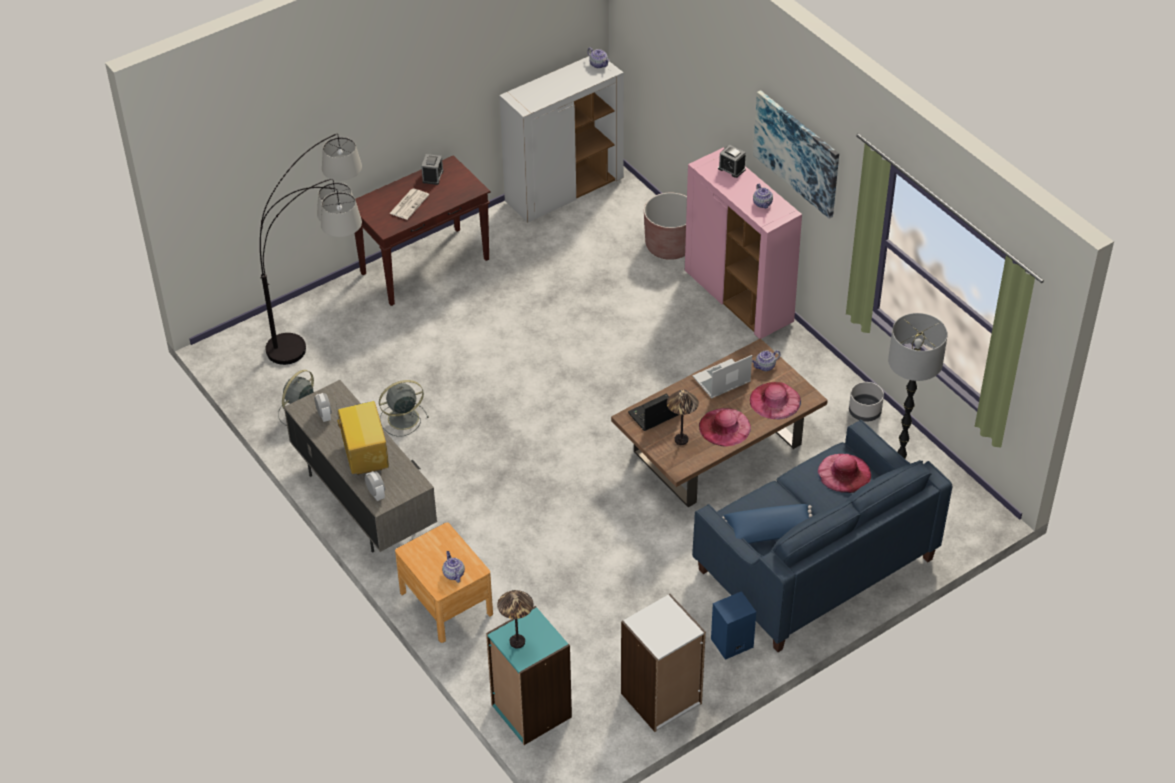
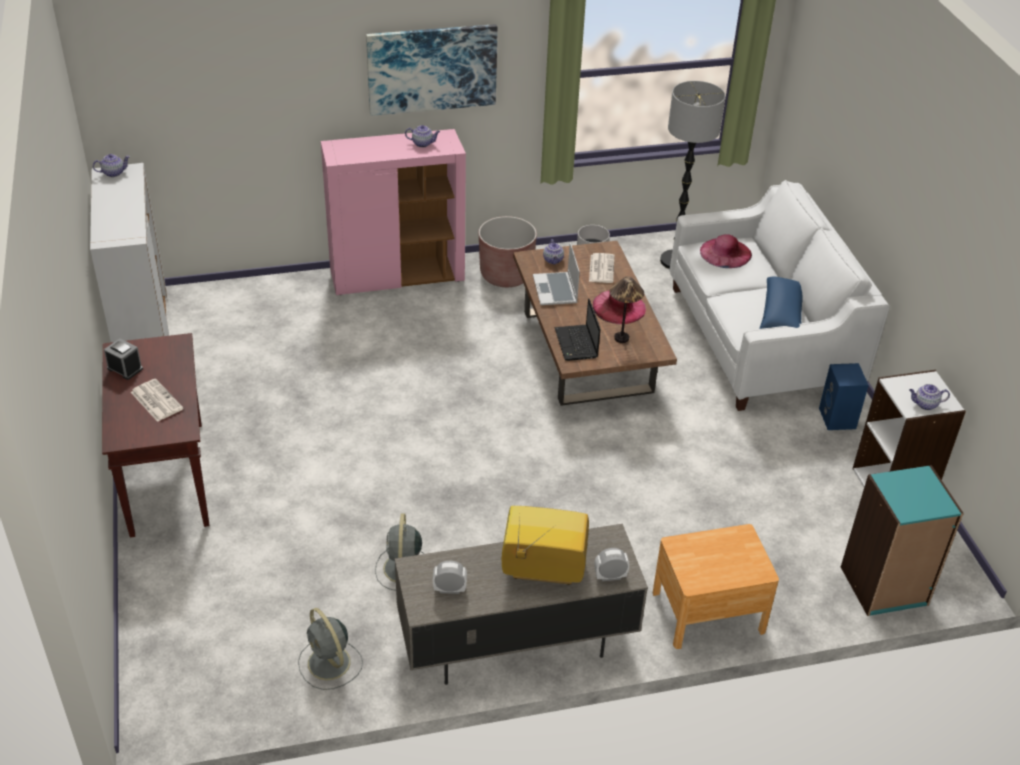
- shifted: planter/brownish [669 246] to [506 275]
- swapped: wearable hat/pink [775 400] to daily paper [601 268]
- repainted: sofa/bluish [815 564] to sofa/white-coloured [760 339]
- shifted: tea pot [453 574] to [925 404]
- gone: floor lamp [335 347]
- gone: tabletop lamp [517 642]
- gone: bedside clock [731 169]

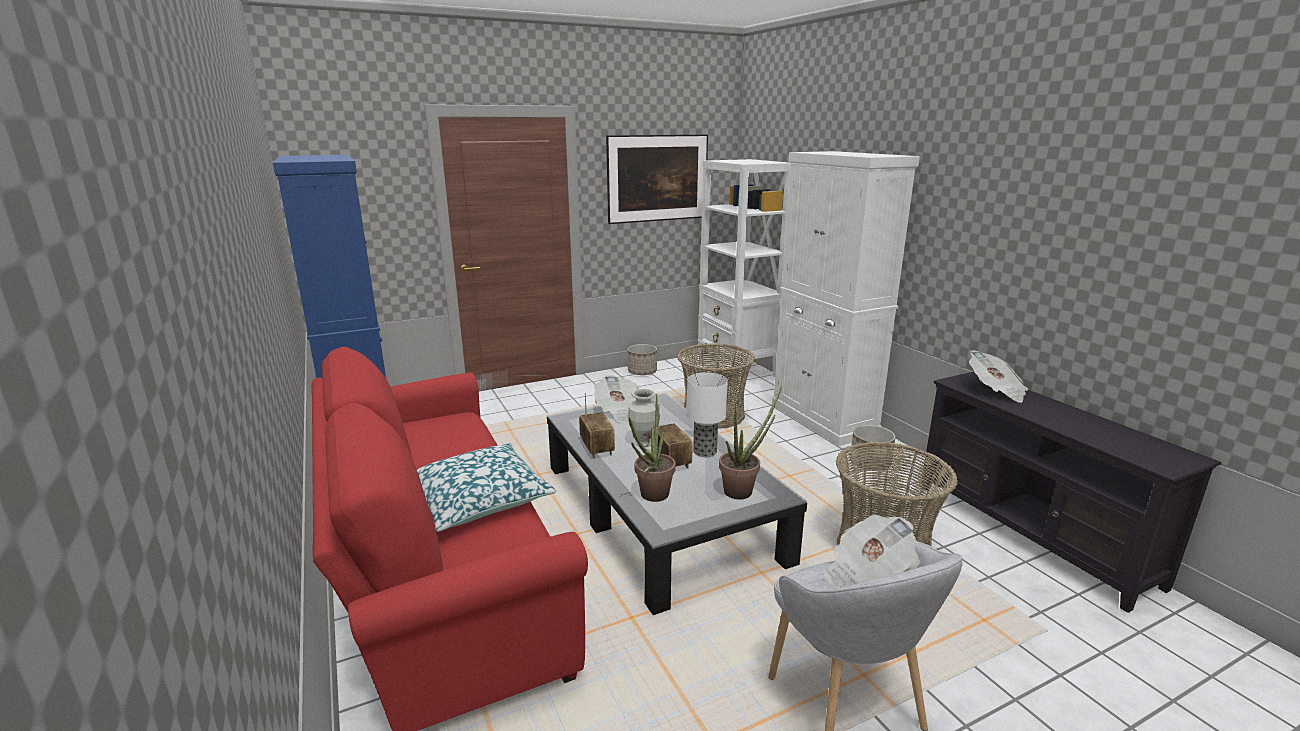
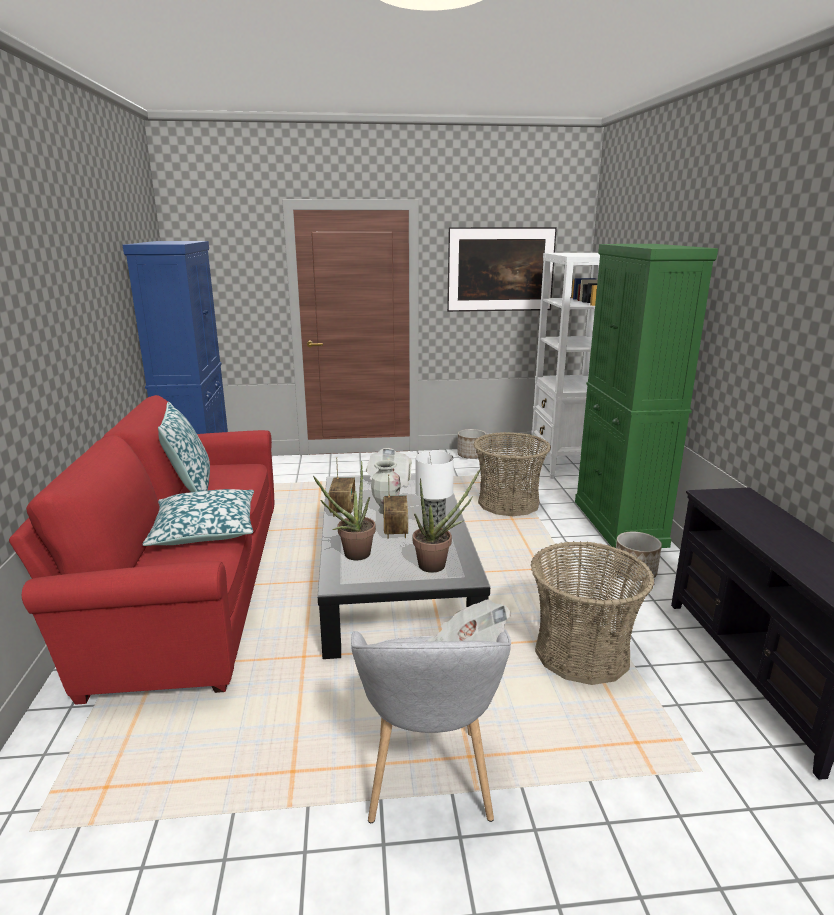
- new: pillow [191 488]
- repainted: cupboard/white-coloured [823 419] to cupboard/green-coloured [619 523]
- gone: daily paper [995 391]

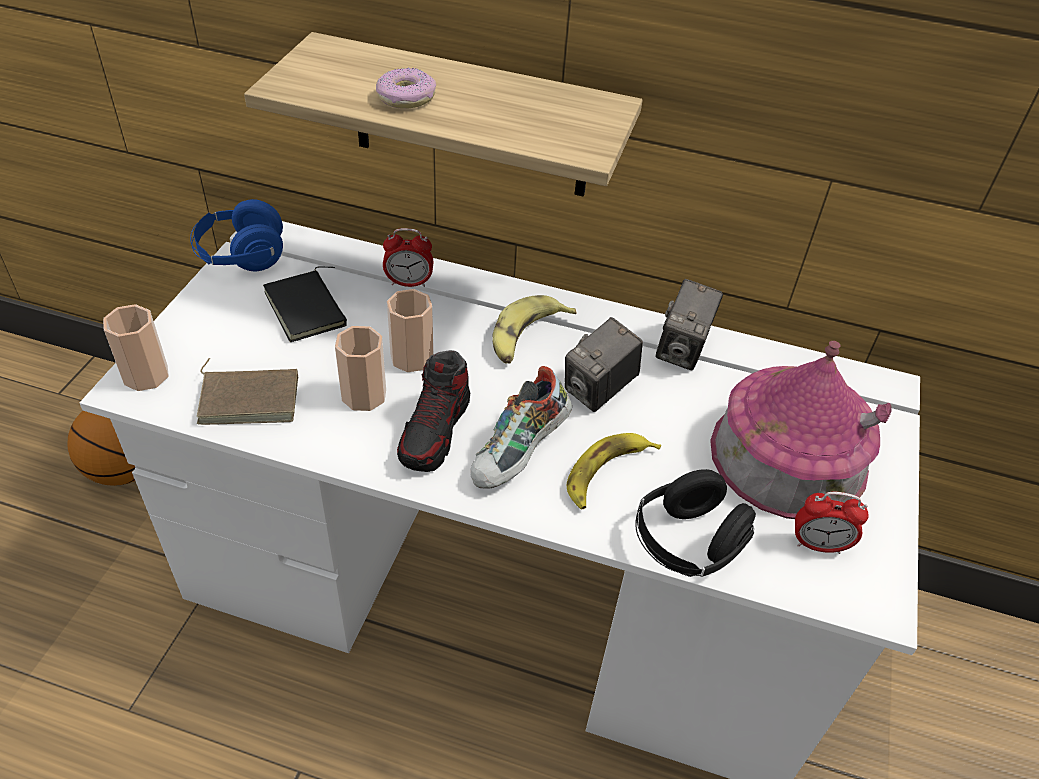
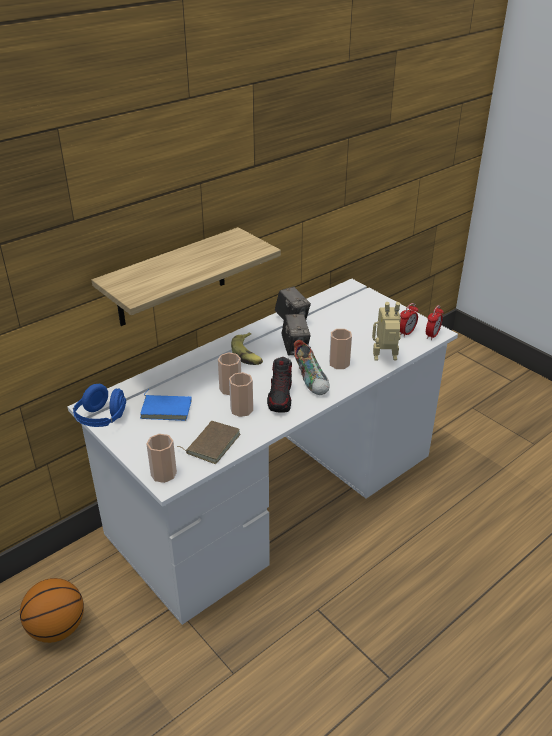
- repainted: book/blackish [308 309] to book/bluish [167 408]
- rotated: shoe [435 431] = [280 397] 45 degrees clockwise
- swapped: whole banana [606 473] to cup [339 363]
- swapped: pair of headphones/blackish [687 543] to toy robot [385 359]
- shifted: bedside clock [409 283] to [432 335]
- gone: donut [405 97]
- gone: miniature house [788 456]

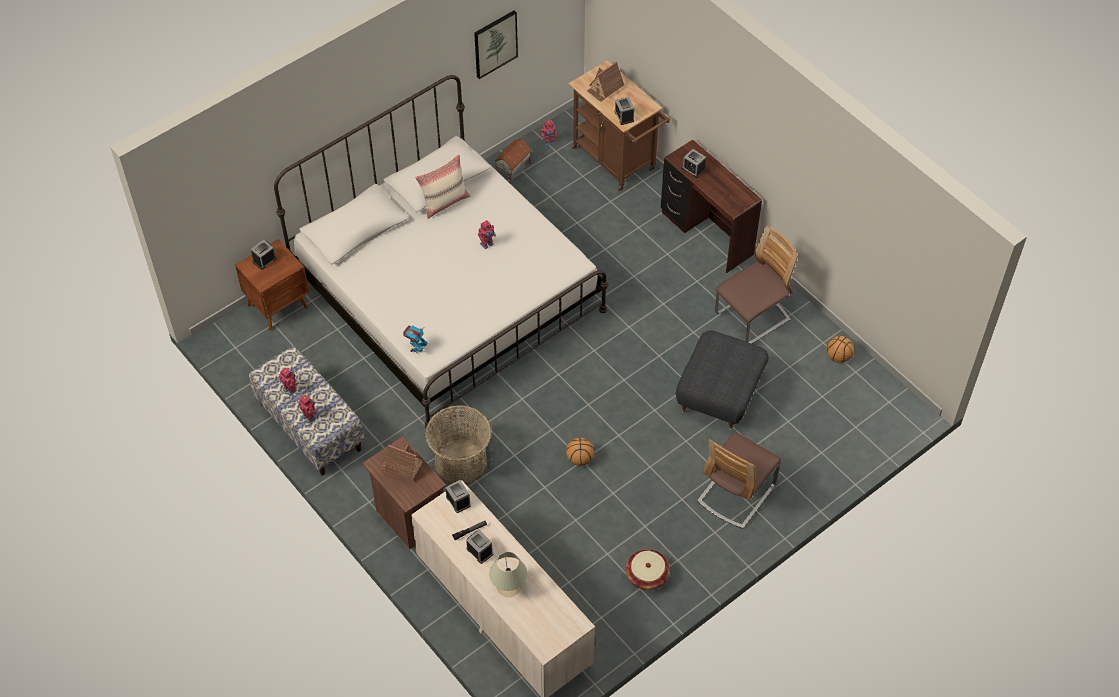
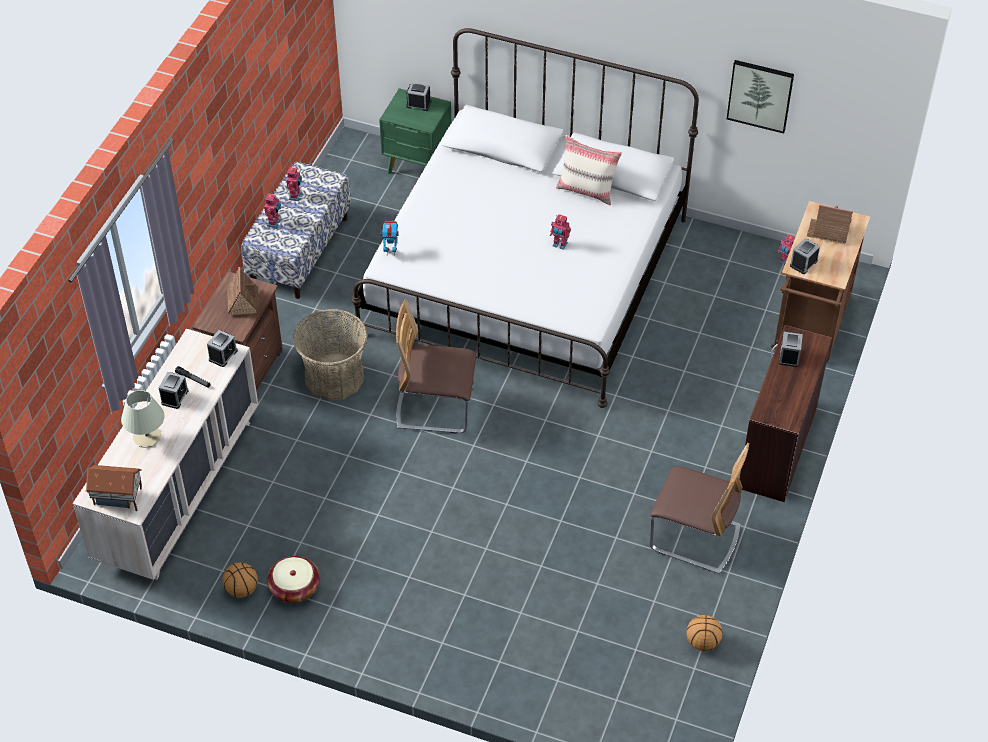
- shifted: miniature house [514 168] to [118 498]
- shifted: ball for basketball [579 459] to [241 589]
- repainted: bedside table/brownish [279 306] to bedside table/green-coloured [419 166]
- shifted: upright chair [736 493] to [435 408]
- gone: pouffe/grey [720 395]

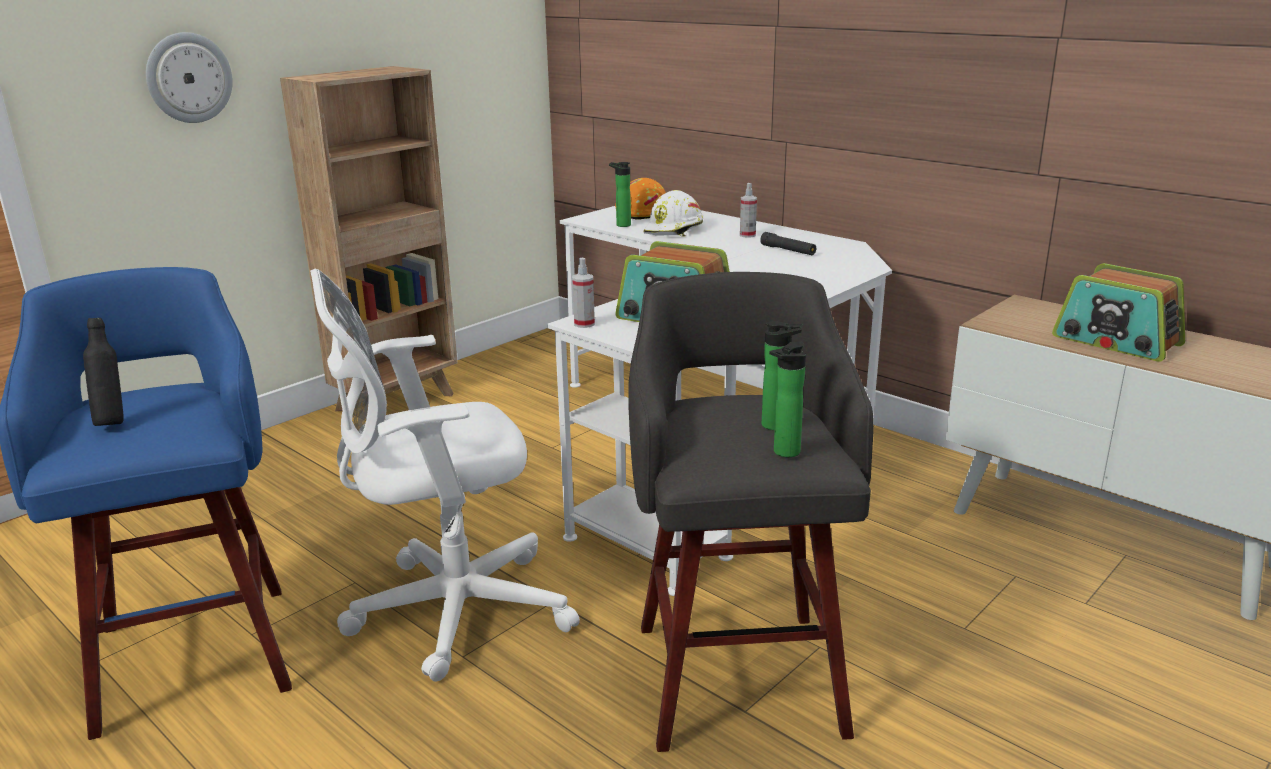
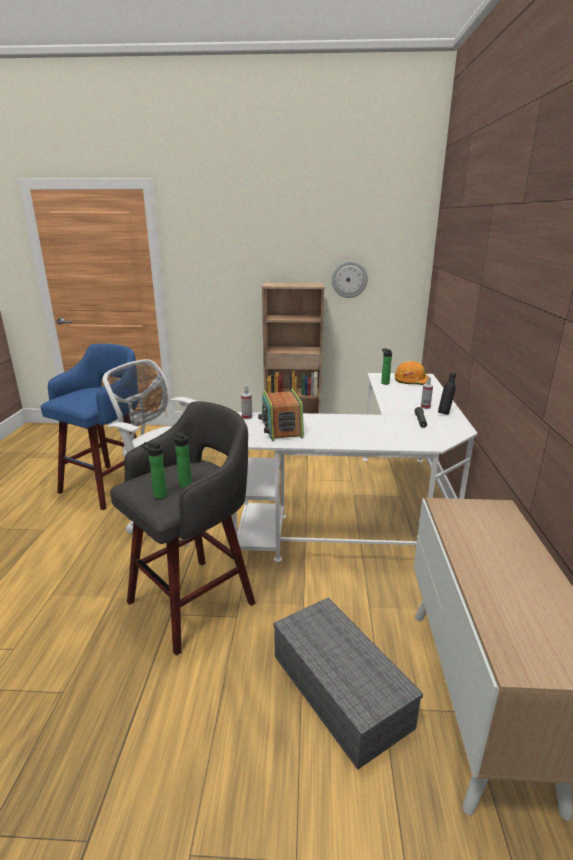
- new: storage bin/grey [337 689]
- shifted: hanging clock [188 78] to [349 279]
- shifted: bottle/blackish [113 422] to [445 413]
- gone: safety helmet/white-coloured [674 230]
- gone: radio receiver [1116 341]

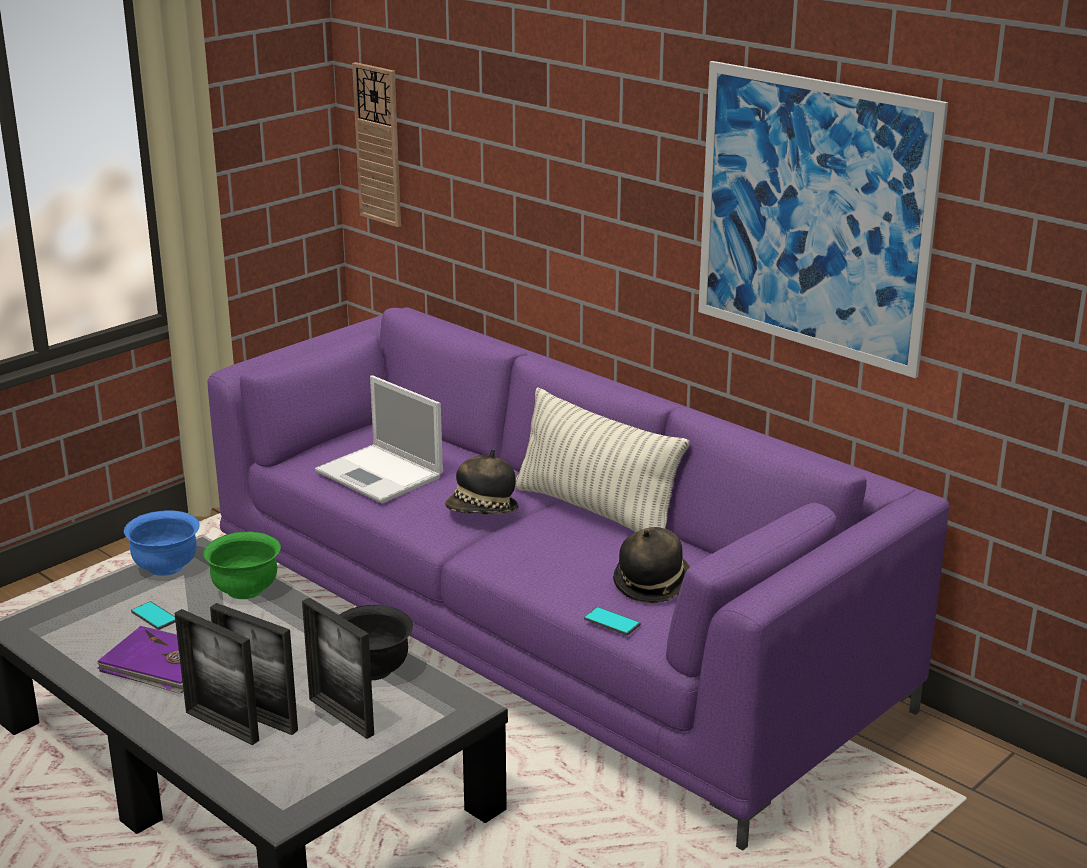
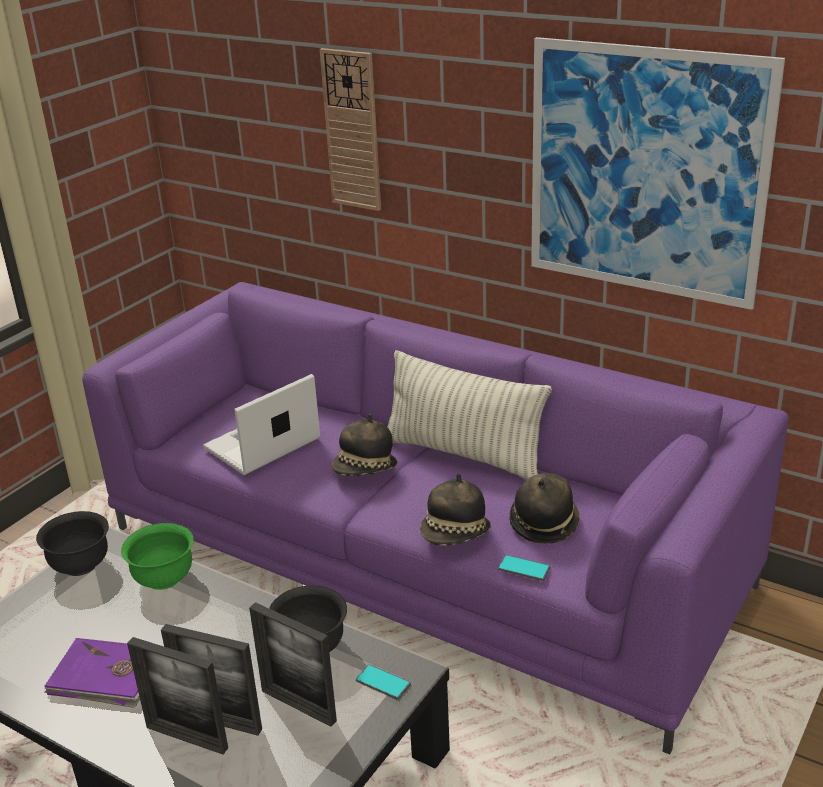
- repainted: bowl/bluish [166 567] to bowl/blackish [80 566]
- rotated: notebook computer [381 475] = [261 445] 105 degrees clockwise
- shifted: hanging clock [378 144] to [352 130]
- shifted: phone [154 616] to [383 682]
- new: wearable hat [455 535]

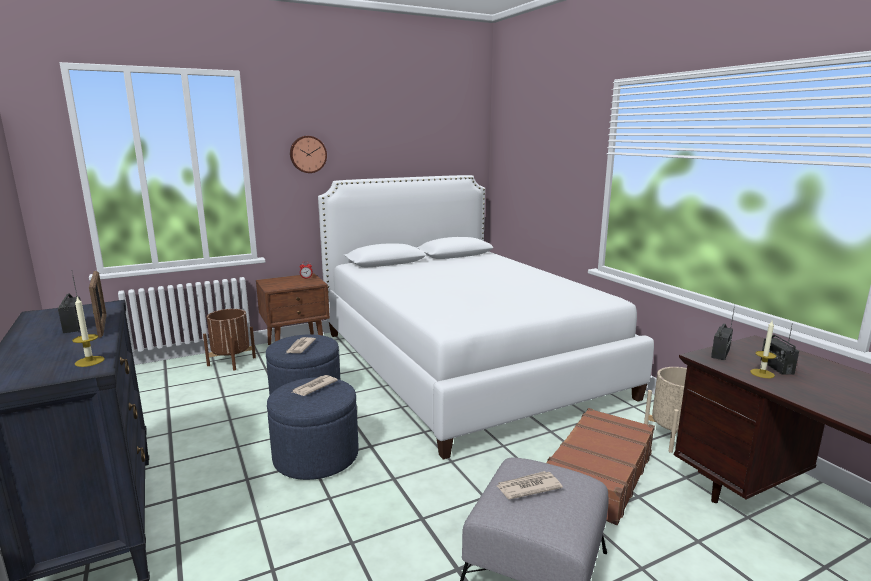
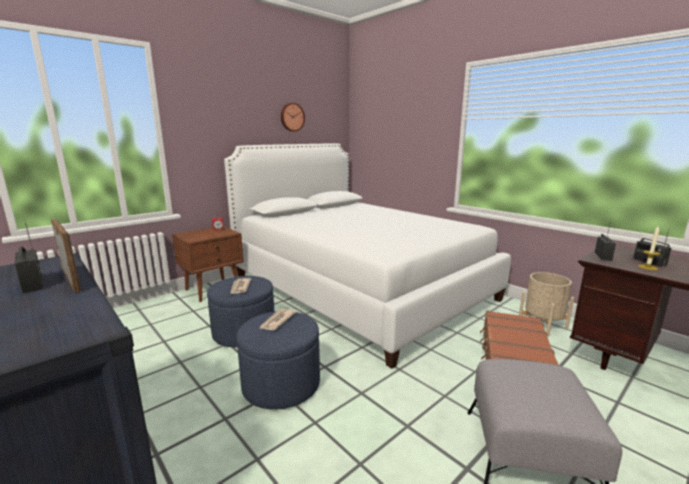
- shifted: hanging clock [308 154] to [292 117]
- gone: wax light [89 361]
- gone: planter/brownish [231 361]
- gone: daily paper [528 487]

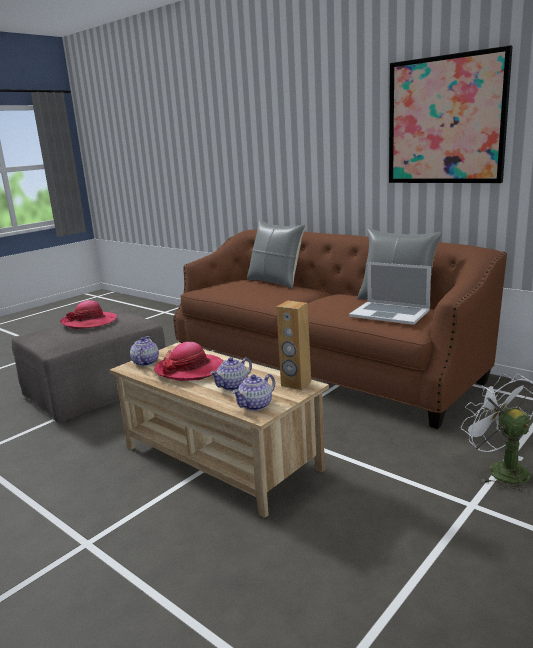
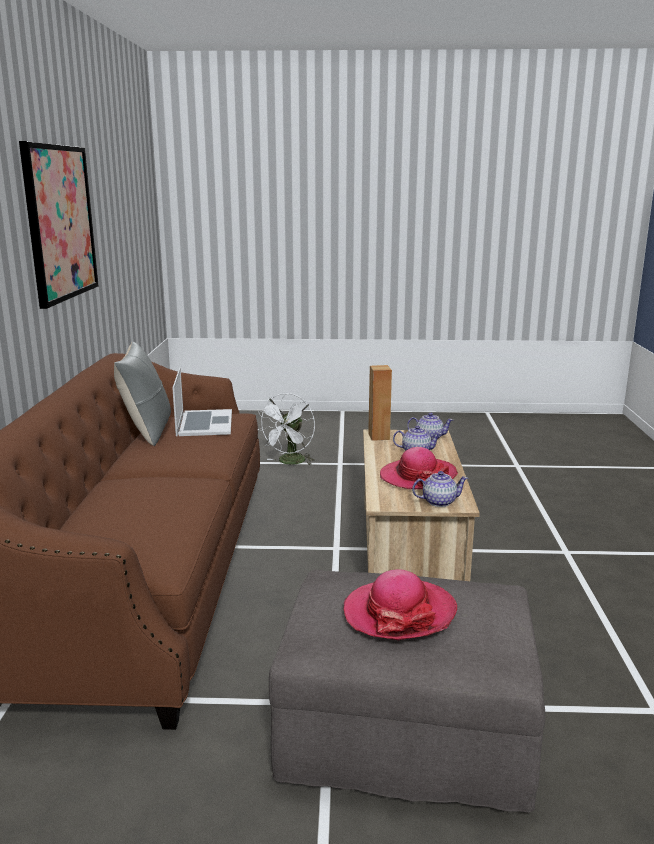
- rotated: tea pot [145 363] = [438 502] 150 degrees counterclockwise
- gone: pillow/grey [275 282]

